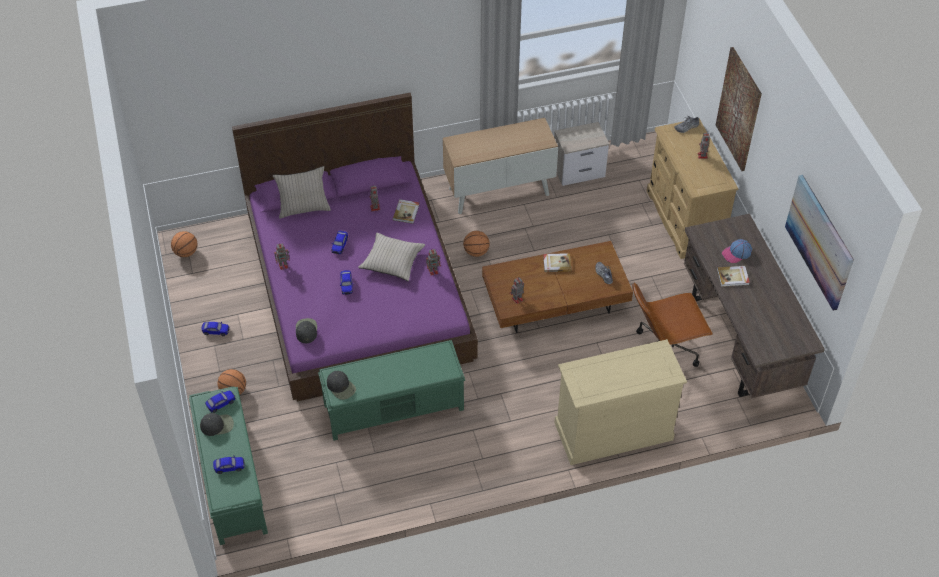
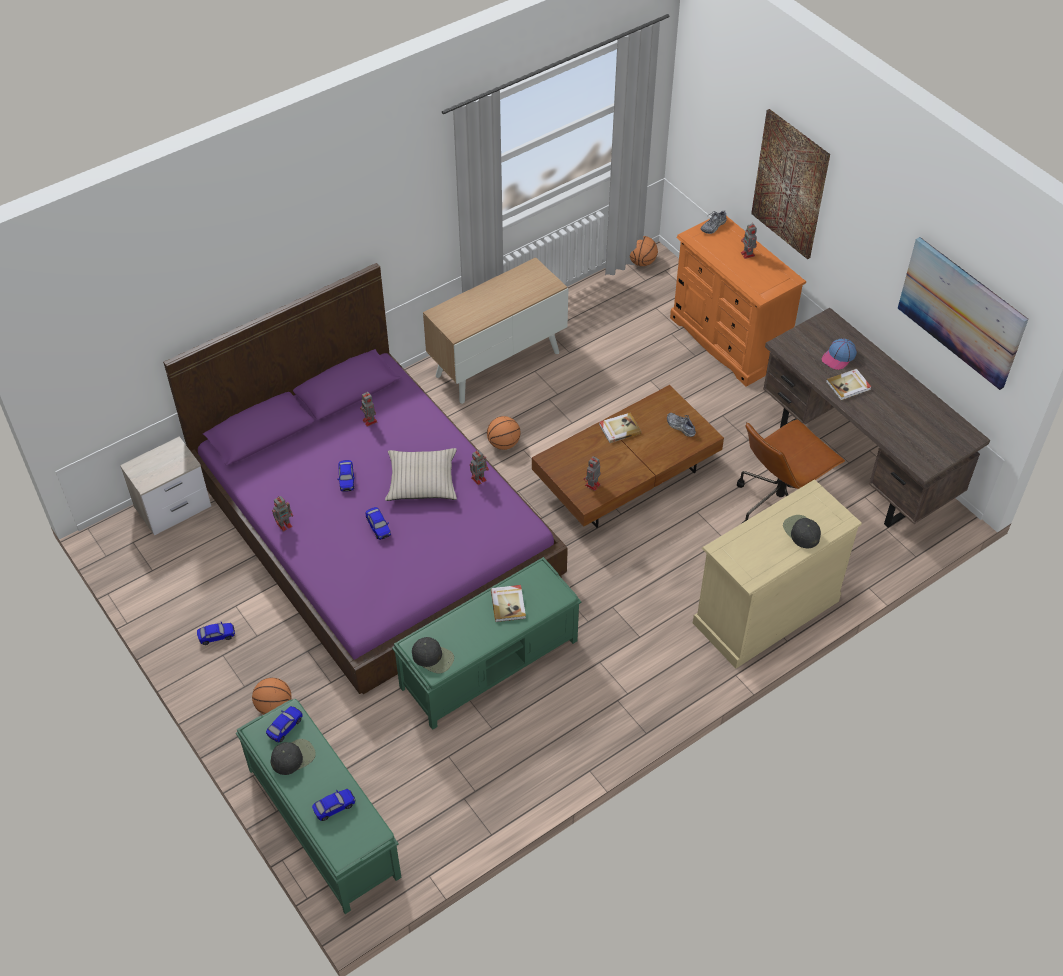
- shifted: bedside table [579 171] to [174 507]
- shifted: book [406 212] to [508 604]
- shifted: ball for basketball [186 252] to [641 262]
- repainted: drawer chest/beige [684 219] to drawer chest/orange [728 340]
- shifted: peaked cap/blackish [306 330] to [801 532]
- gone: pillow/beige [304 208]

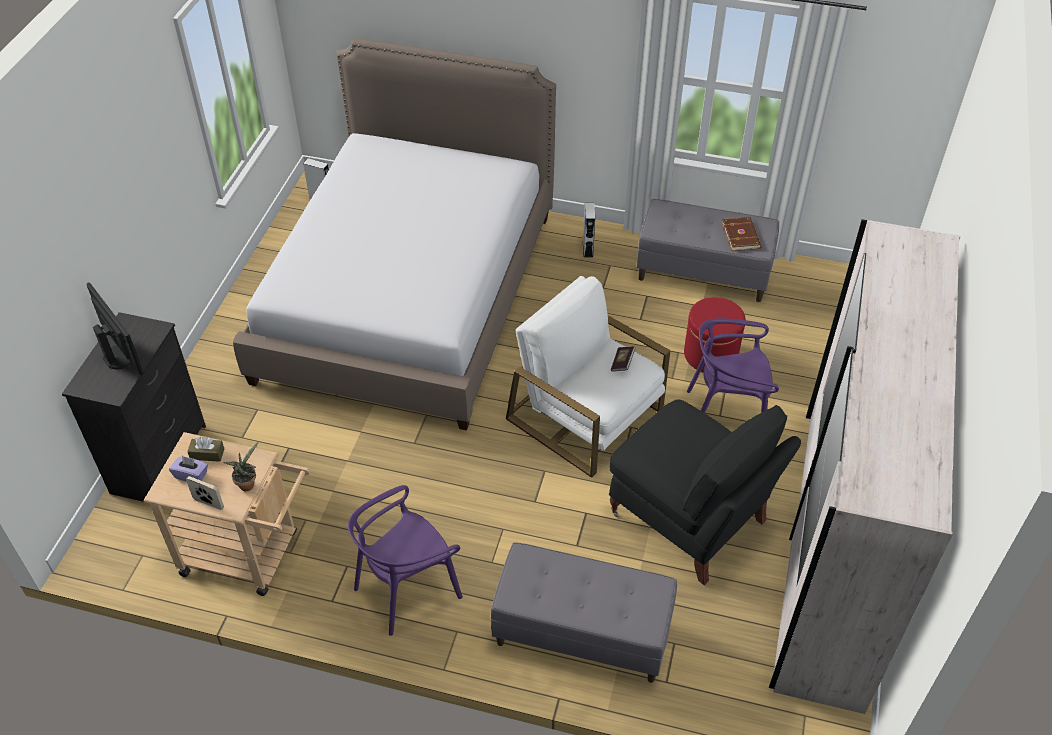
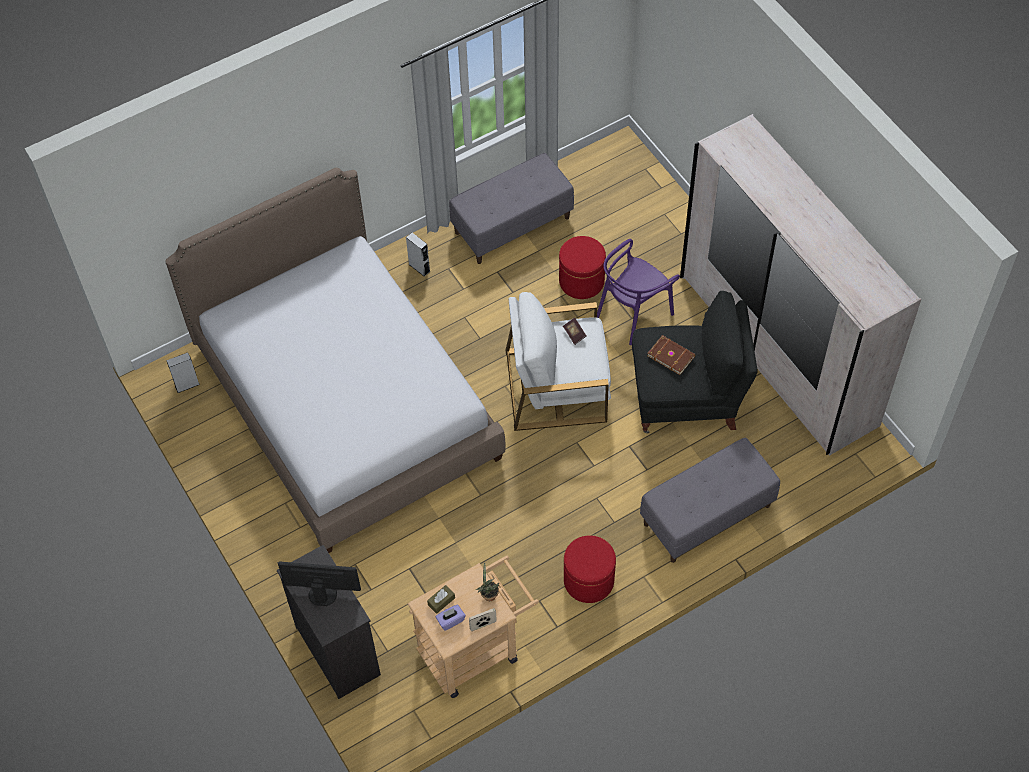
- swapped: upright chair/purplish [407 589] to pouffe/red [588 580]
- shifted: book/brownish [741 235] to [671 355]

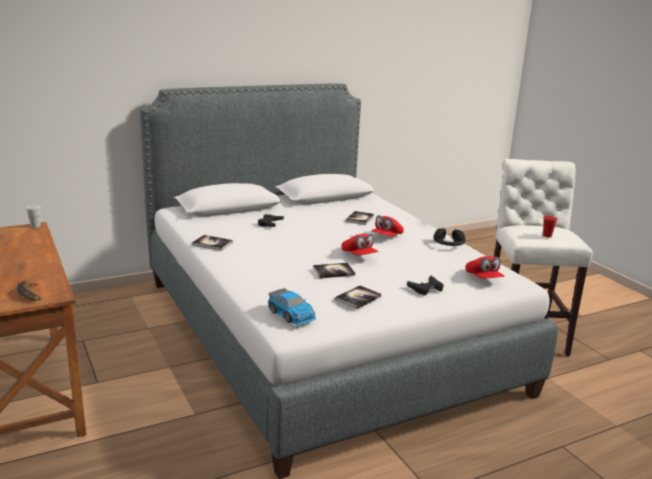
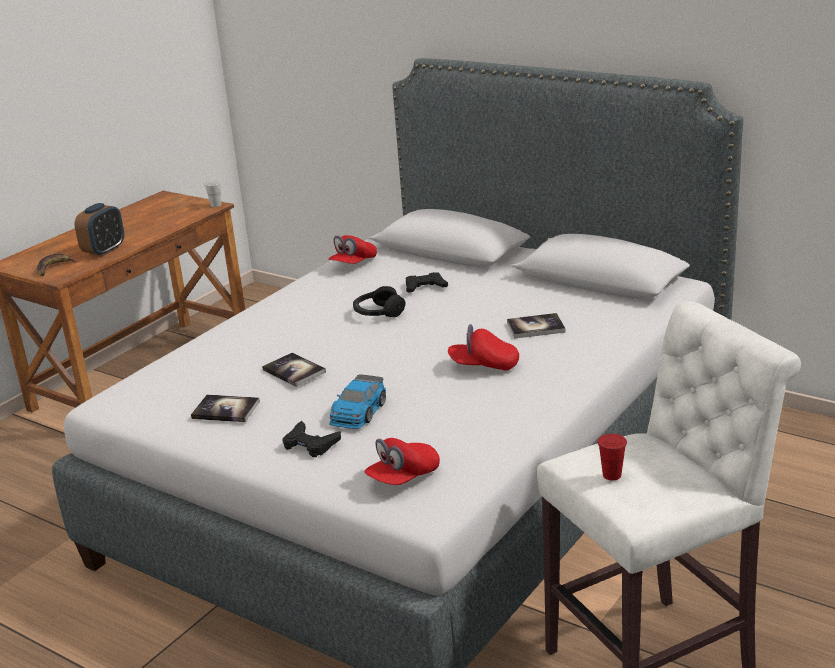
- new: bedside clock [104 251]
- shifted: peaked cap/red [359 255] to [353 264]
- shifted: miniature car [291 314] to [358 412]
- shifted: pair of headphones/blackish [448 245] to [378 312]
- gone: book [212 243]

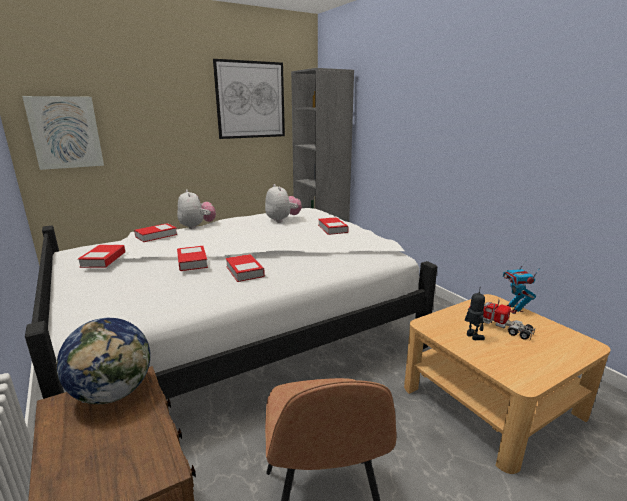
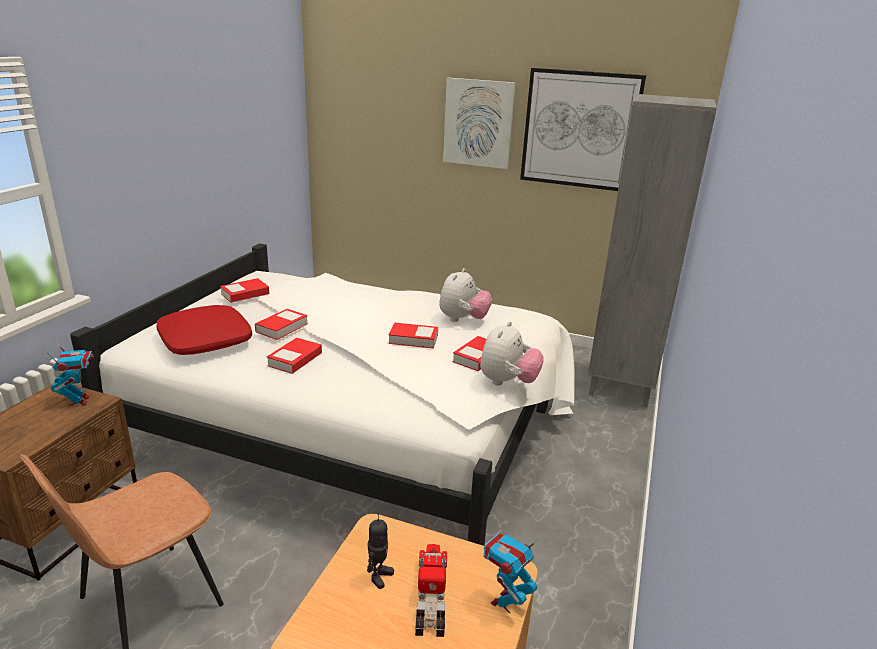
- swapped: world globe [113 393] to toy robot [79 401]
- new: pillow/red [206 340]
- shifted: book [156 235] to [413 339]
- shifted: wall picture [65 132] to [478 123]
- shifted: soft toy [197 227] to [507 382]

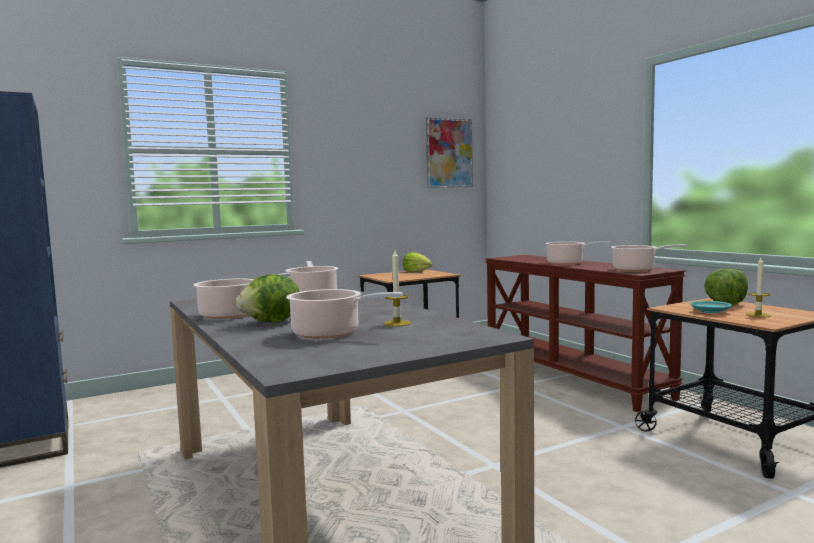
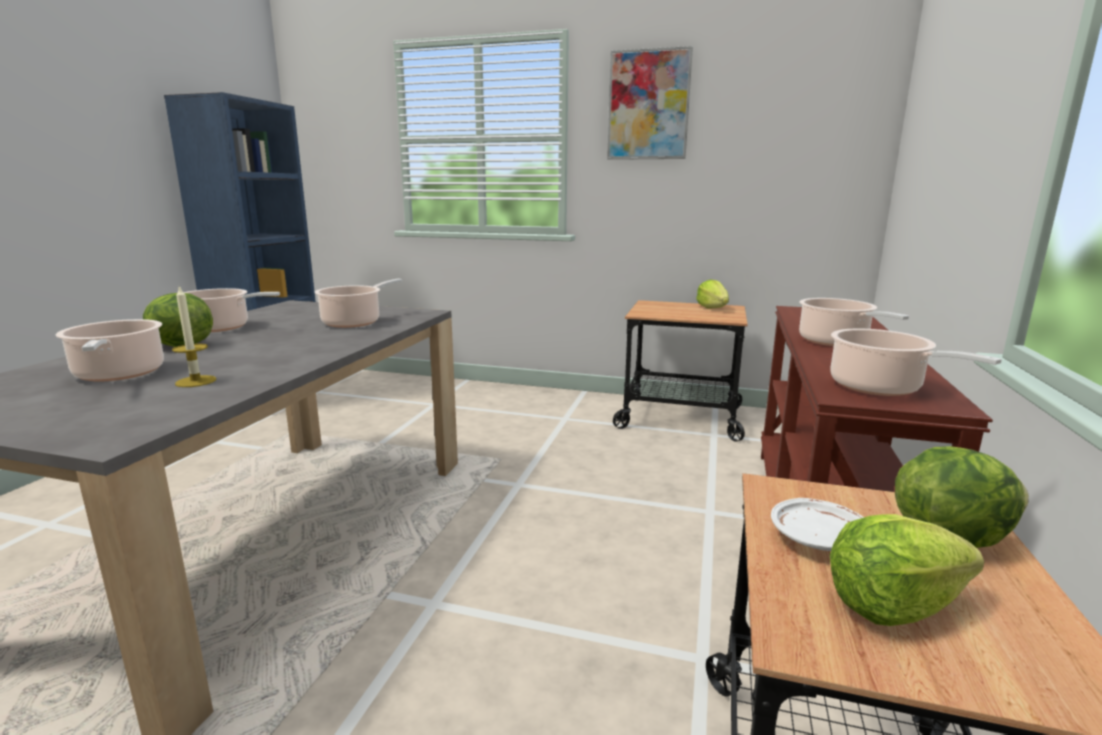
- shifted: wall picture [449 153] to [648 105]
- repainted: dinner plate/turquoise-coloured [710 312] to dinner plate/white-coloured [818 538]
- swapped: wax light [758 315] to lettuce [893 605]

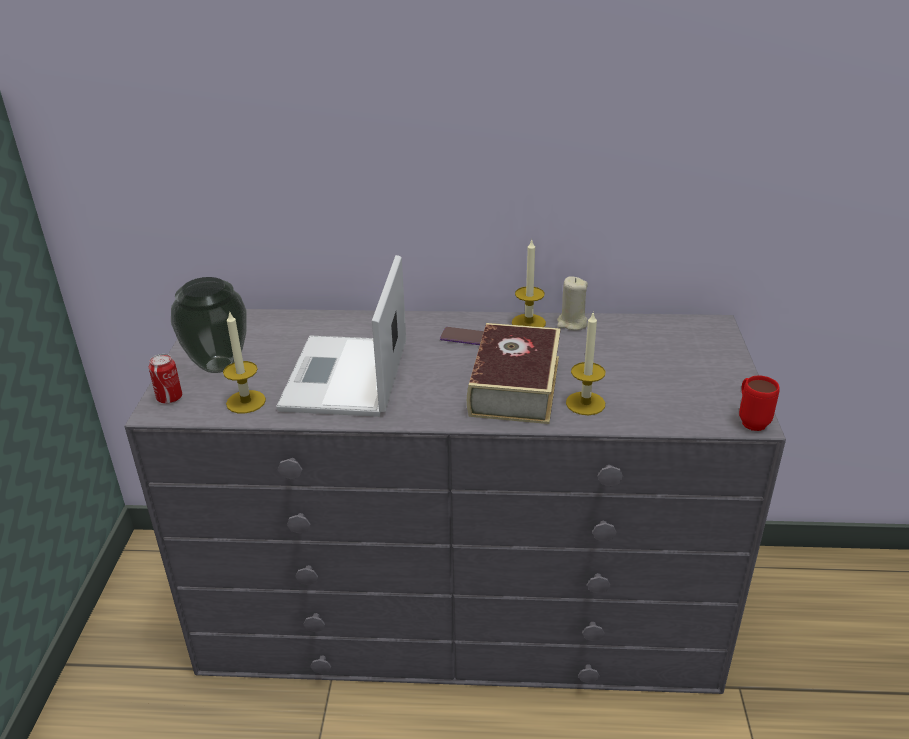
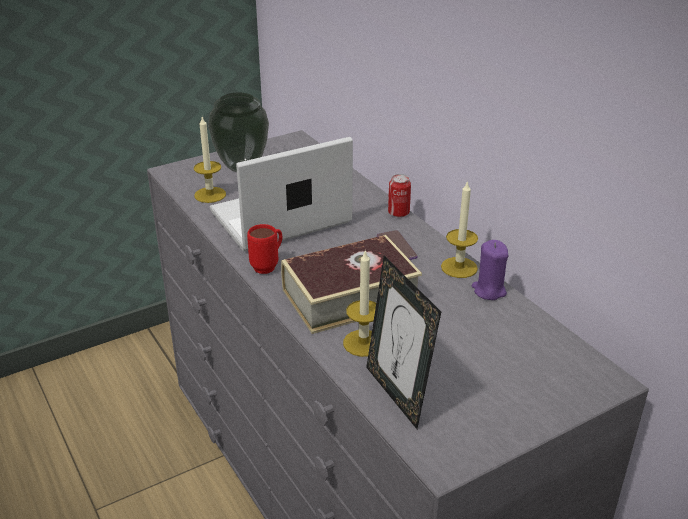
- shifted: tea mug/red [750 420] to [268 266]
- new: picture frame [397 394]
- shifted: can [169 398] to [398 213]
- repainted: wax light/beige [572 323] to wax light/purplish [489 290]

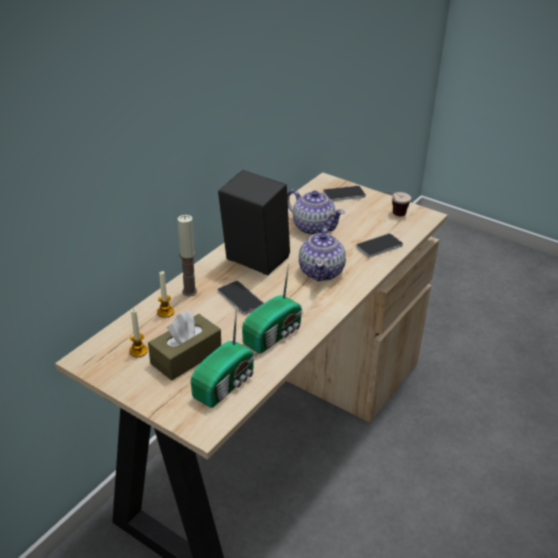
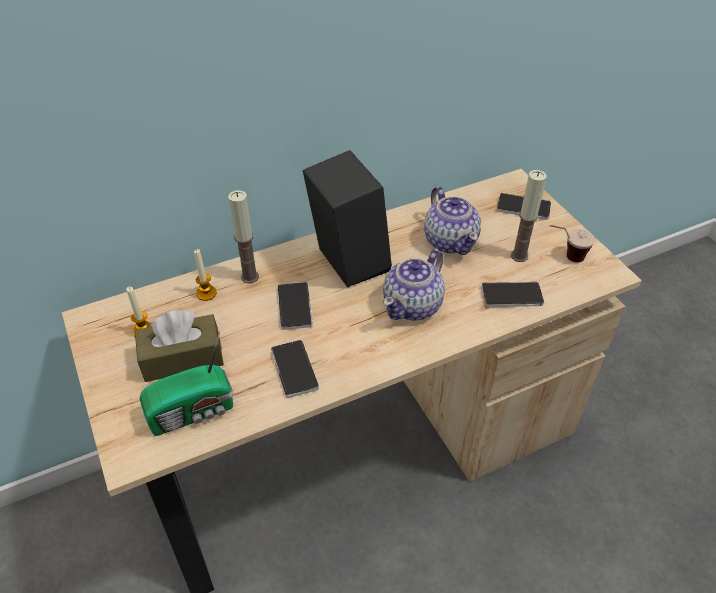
- swapped: radio receiver [274 334] to phone [294 369]
- new: wax light [519 256]

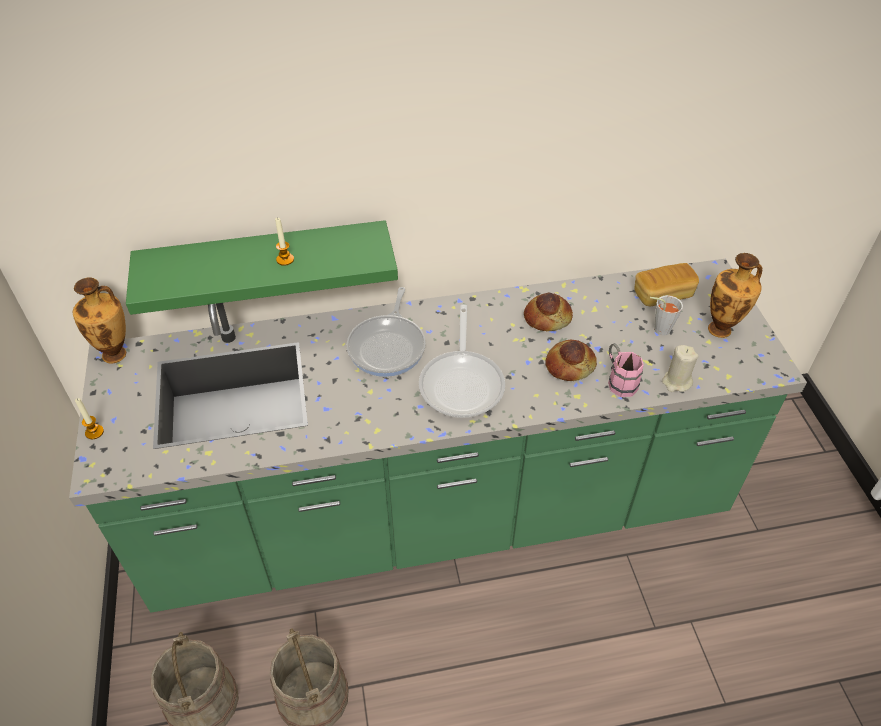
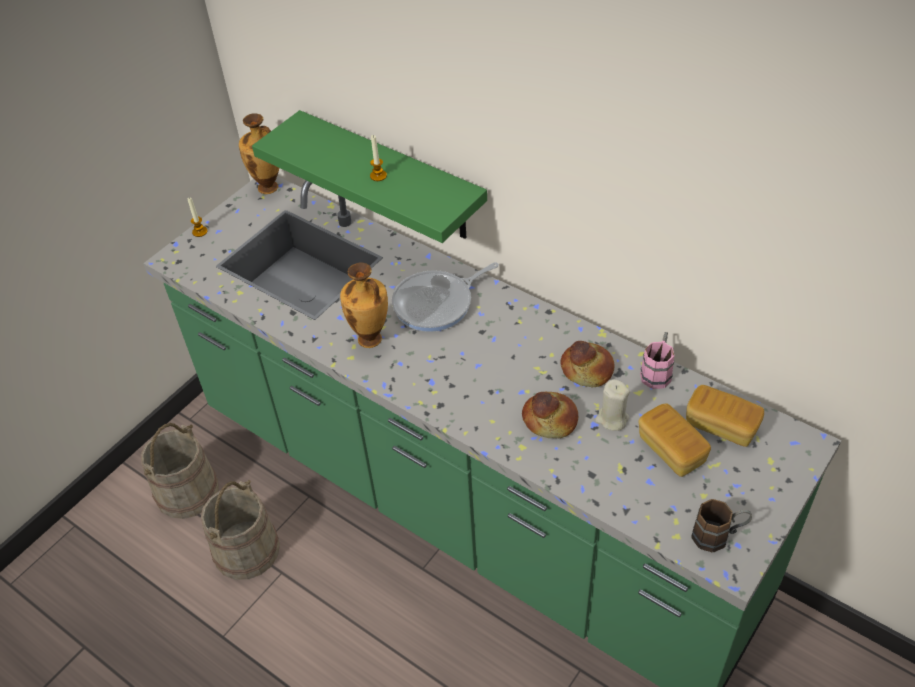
- shifted: decorative vase [721 330] to [370 340]
- shifted: wax light/beige [676 382] to [612 419]
- swapped: cup/grey [658 329] to bakery bread [671 450]
- shifted: tea mug/pink [618 380] to [657 371]
- new: tea mug/brownish [718 536]
- gone: pan [462 382]

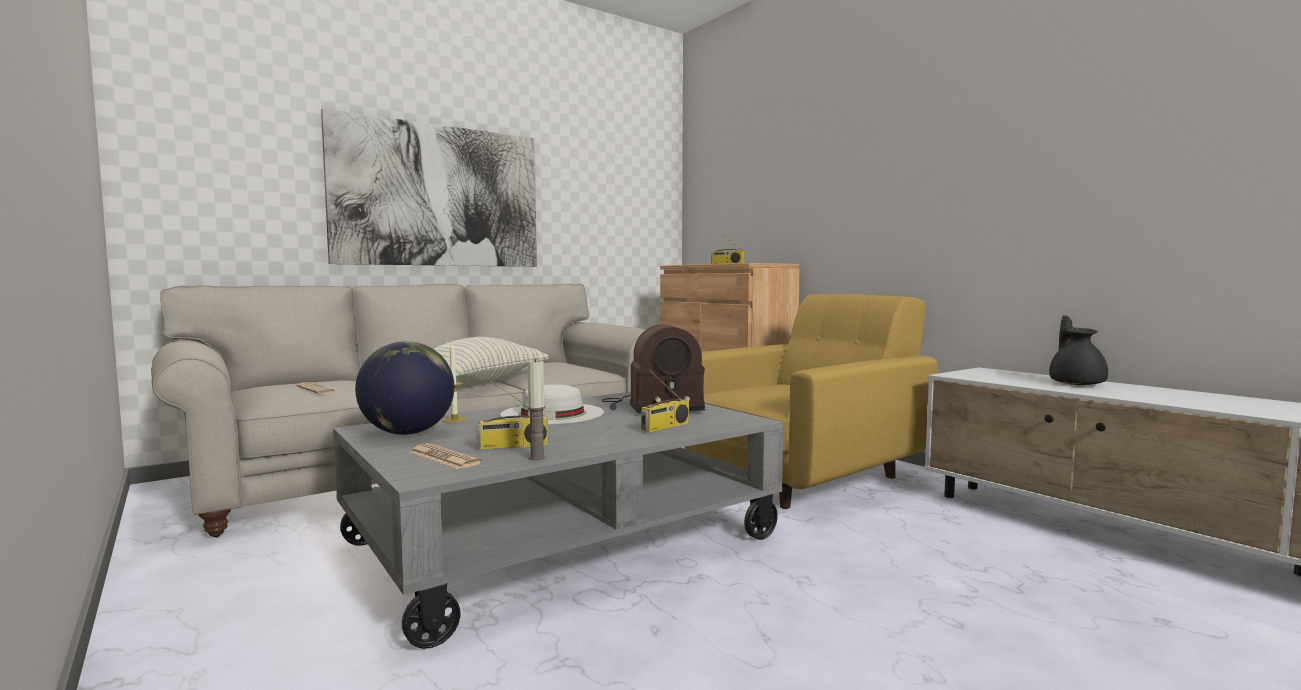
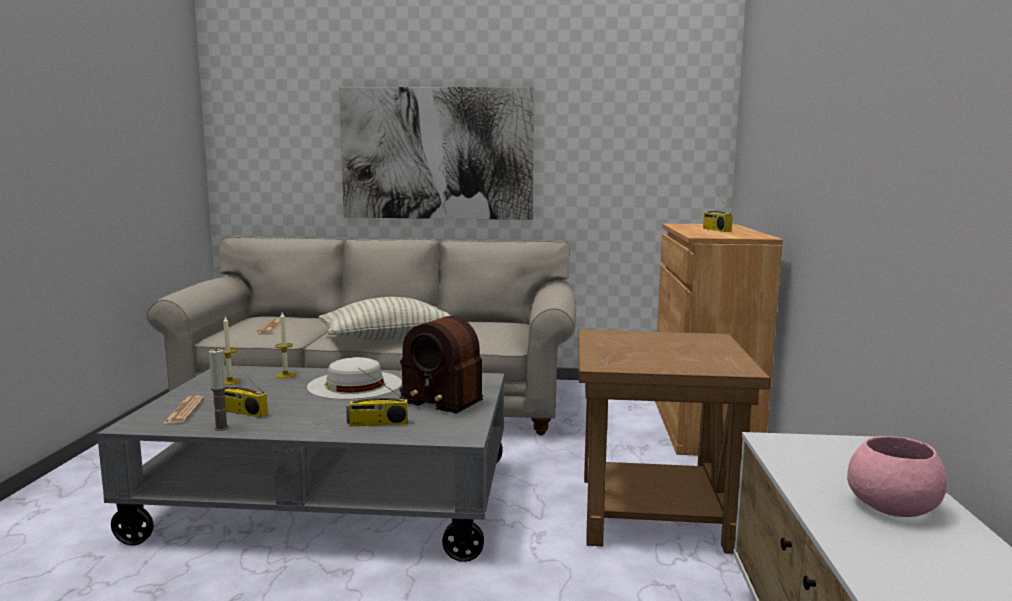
- swapped: world globe [407 433] to wax light [229 381]
- swapped: armchair/yellowish [805 476] to accent table/brownish [655 512]
- swapped: tea pot/blackish [1076 383] to bowl/pink [893 506]

